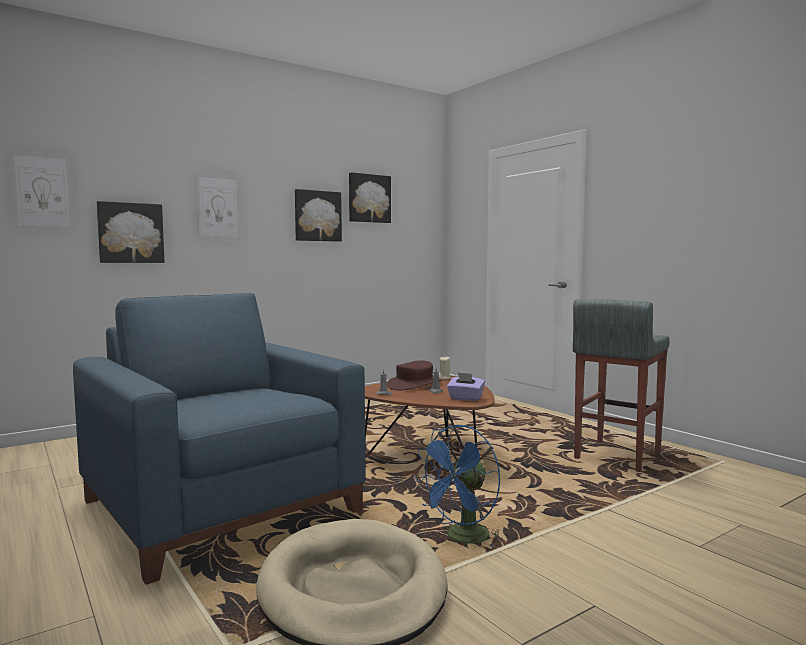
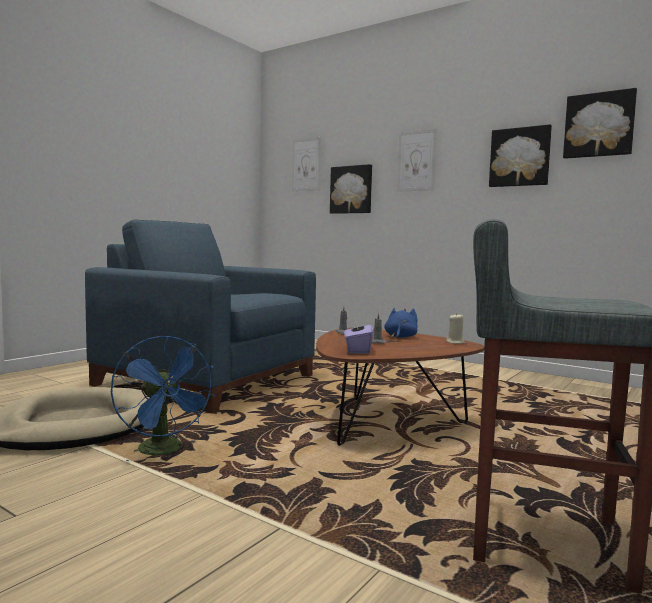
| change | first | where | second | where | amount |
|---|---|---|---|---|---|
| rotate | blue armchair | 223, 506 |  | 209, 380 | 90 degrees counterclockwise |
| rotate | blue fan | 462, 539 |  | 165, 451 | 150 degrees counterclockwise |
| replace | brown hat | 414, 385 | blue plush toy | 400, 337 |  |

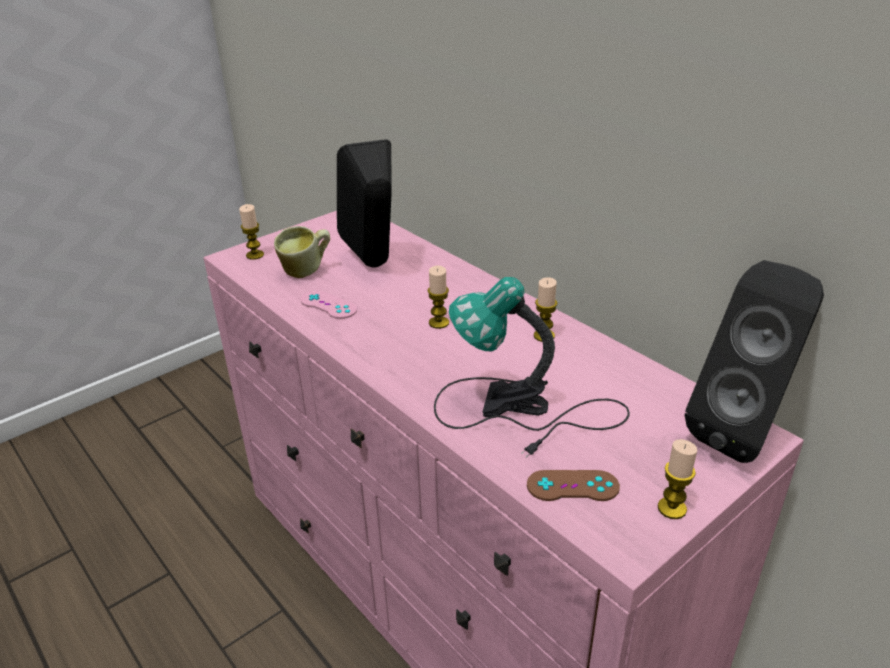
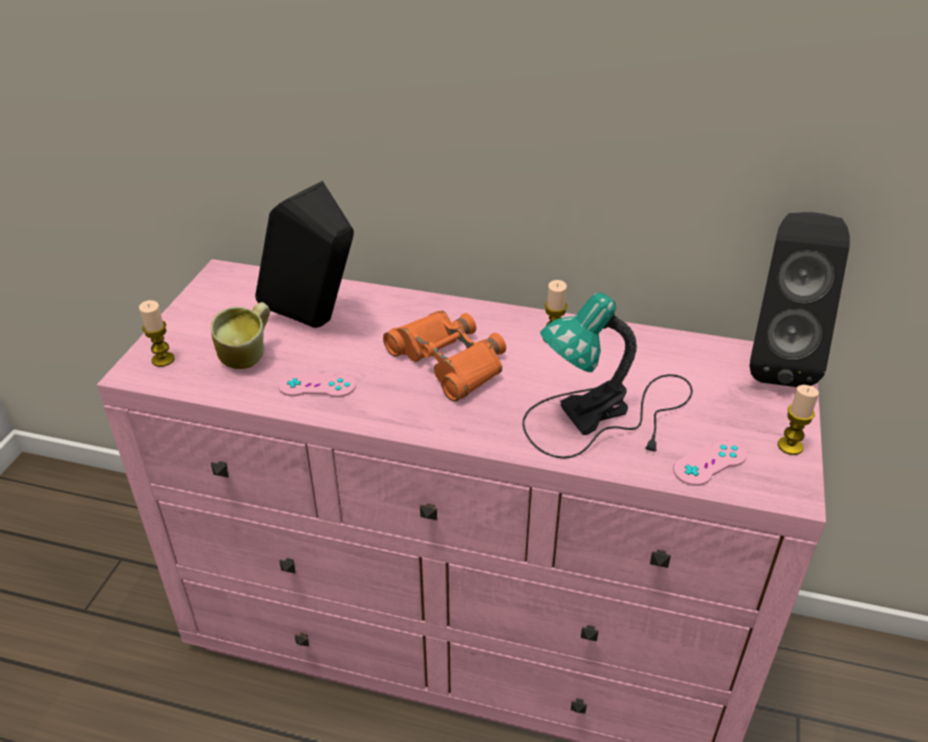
| change | first | where | second | where | amount |
|---|---|---|---|---|---|
| replace | candle | 439, 323 | orange binoculars | 448, 362 |  |
| recolor | brown game controller | 572, 486 | pink game controller | 710, 462 |  |

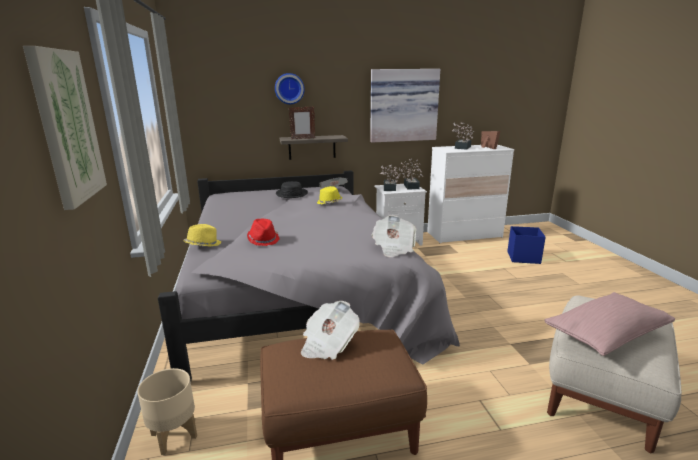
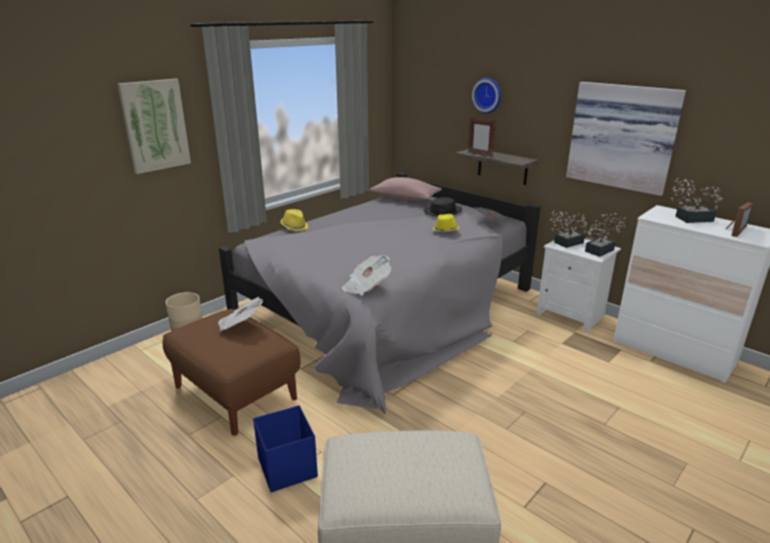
| change | first | where | second | where | amount |
|---|---|---|---|---|---|
| move | blue storage box | 523, 257 |  | 287, 467 |  |
| move | pink pillow | 606, 335 |  | 405, 198 |  |
| delete | red hat | 263, 240 |  |  |  |

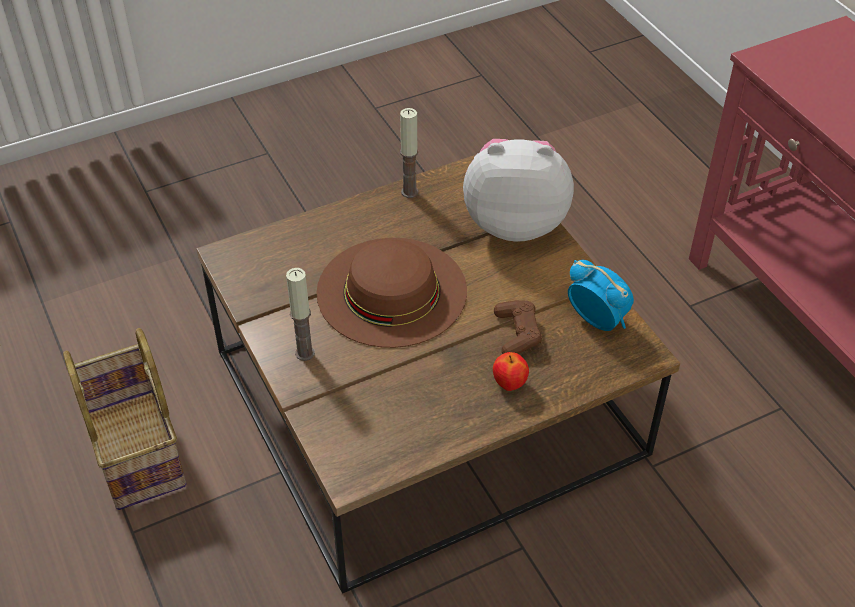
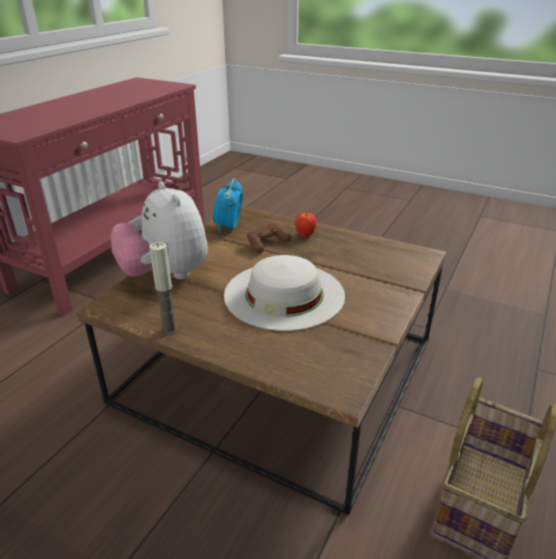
| change | first | where | second | where | amount |
|---|---|---|---|---|---|
| recolor | brown hat | 391, 291 | white hat | 284, 294 |  |
| delete | candle | 305, 353 |  |  |  |

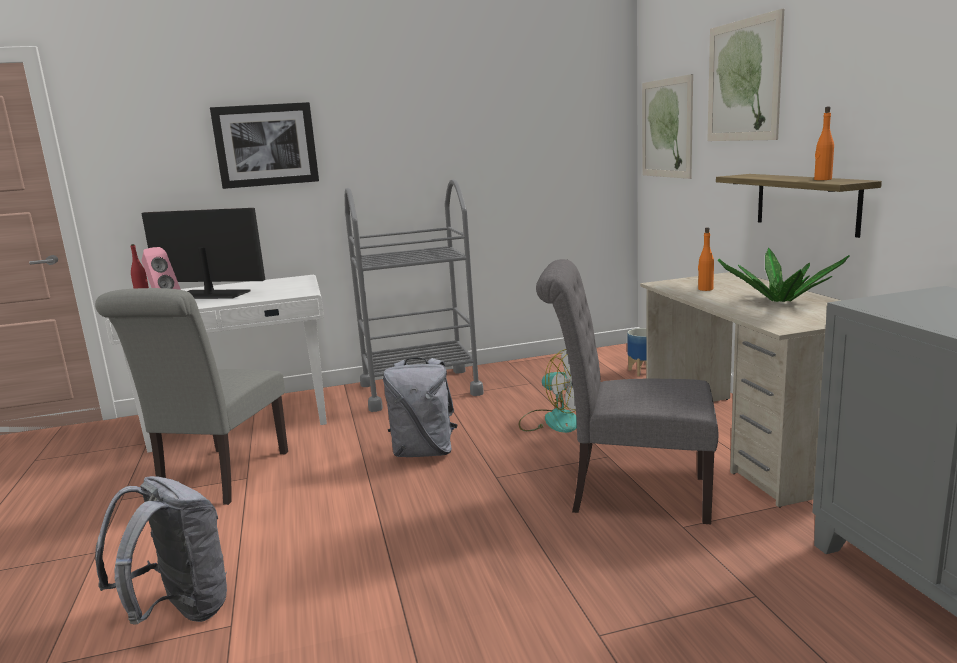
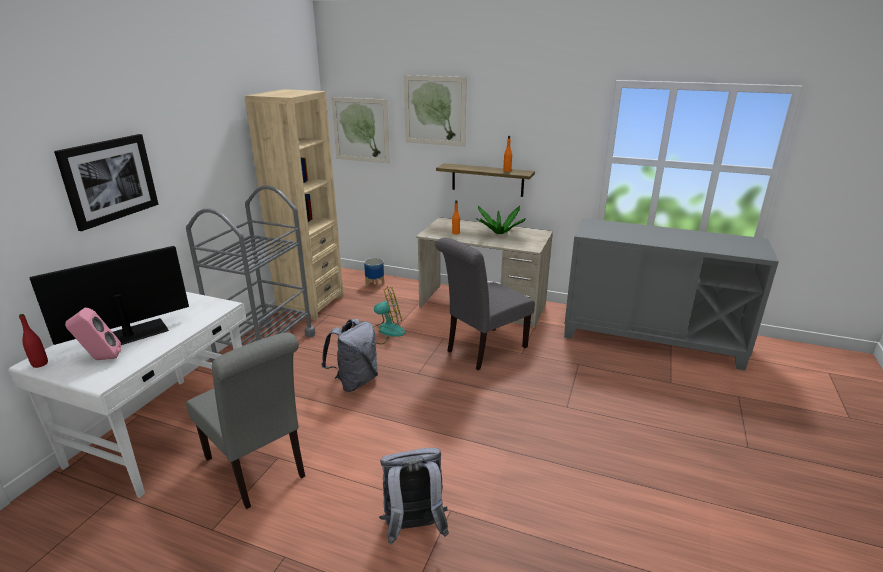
| change | first | where | second | where | amount |
|---|---|---|---|---|---|
| insert |  |  | beige bookcase | 310, 304 |  |

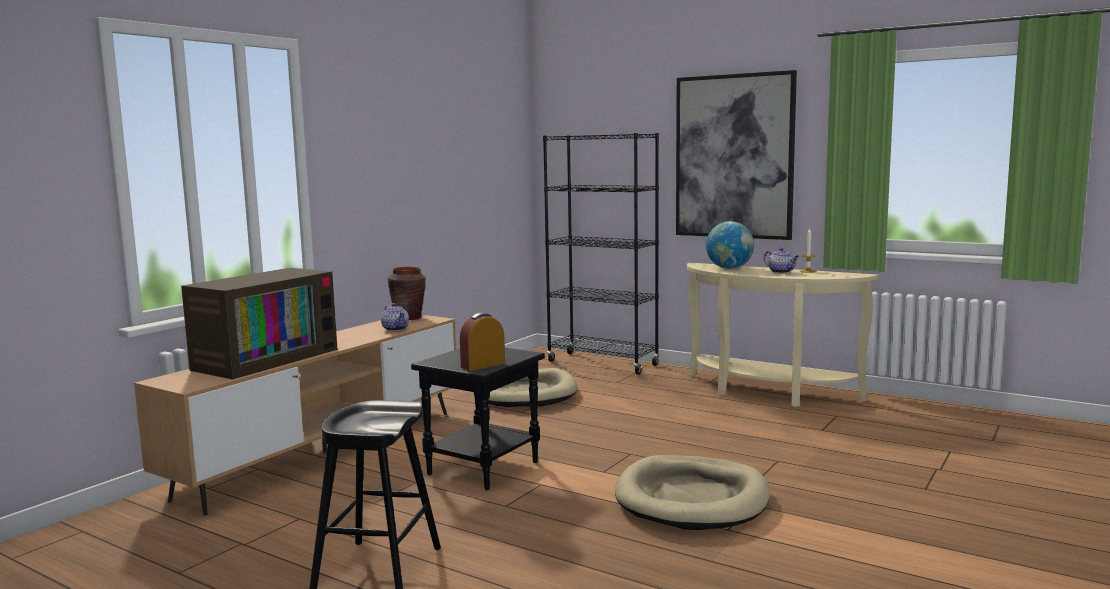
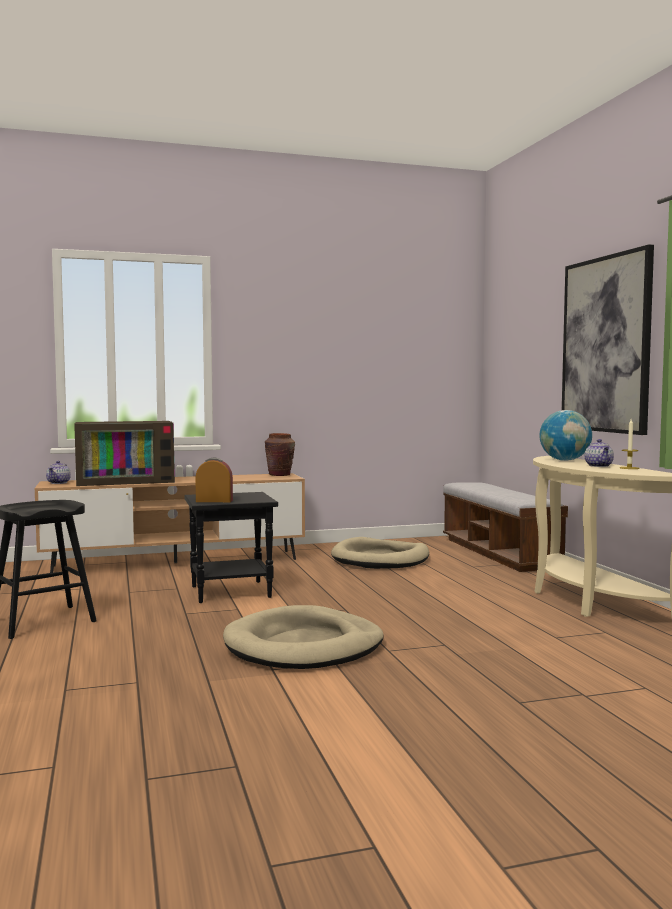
| change | first | where | second | where | amount |
|---|---|---|---|---|---|
| move | teapot | 395, 329 |  | 59, 483 |  |
| replace | black bookcase | 603, 363 | bench | 498, 553 |  |

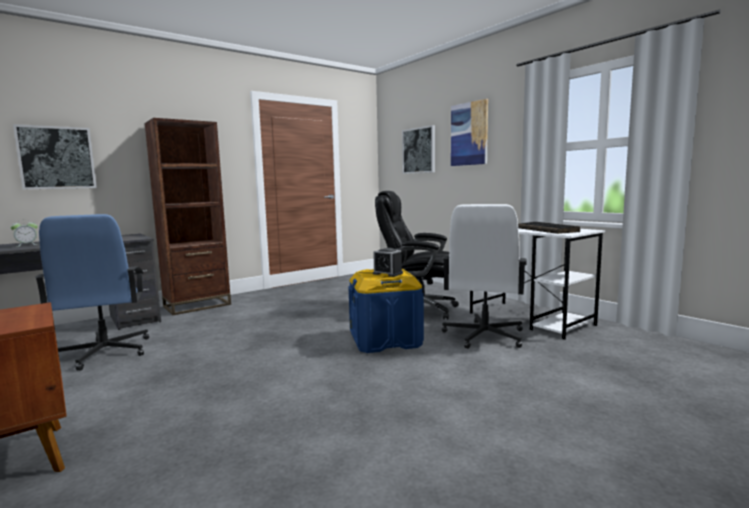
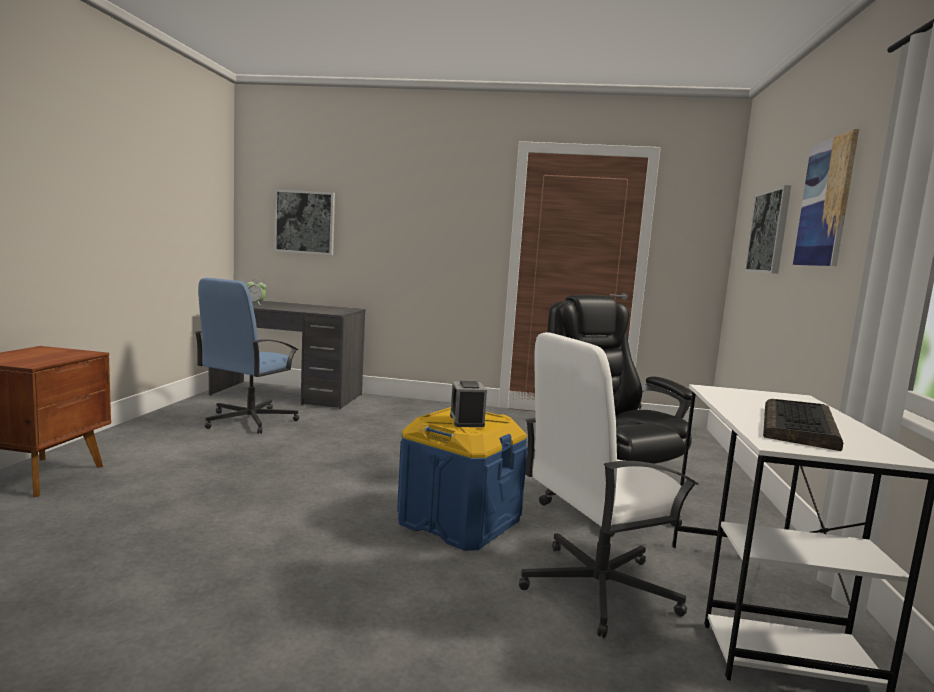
| change | first | where | second | where | amount |
|---|---|---|---|---|---|
| delete | brown bookcase | 197, 305 |  |  |  |

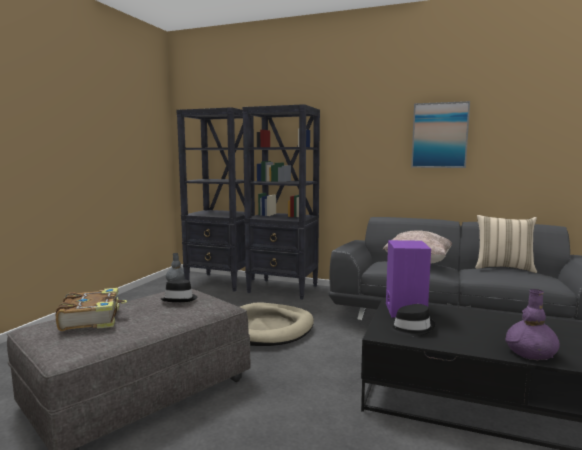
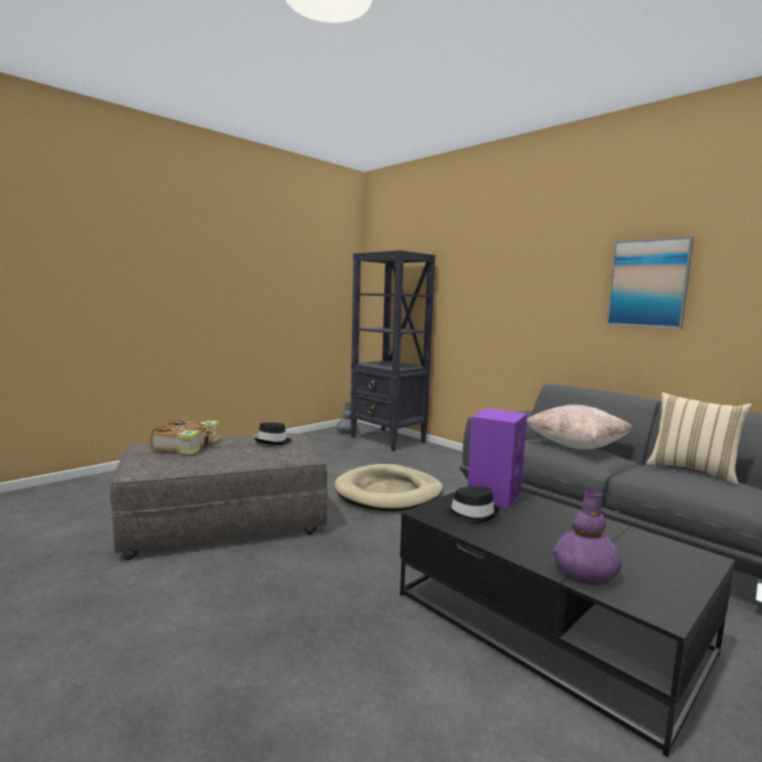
| change | first | where | second | where | amount |
|---|---|---|---|---|---|
| delete | black bookcase | 283, 289 |  |  |  |

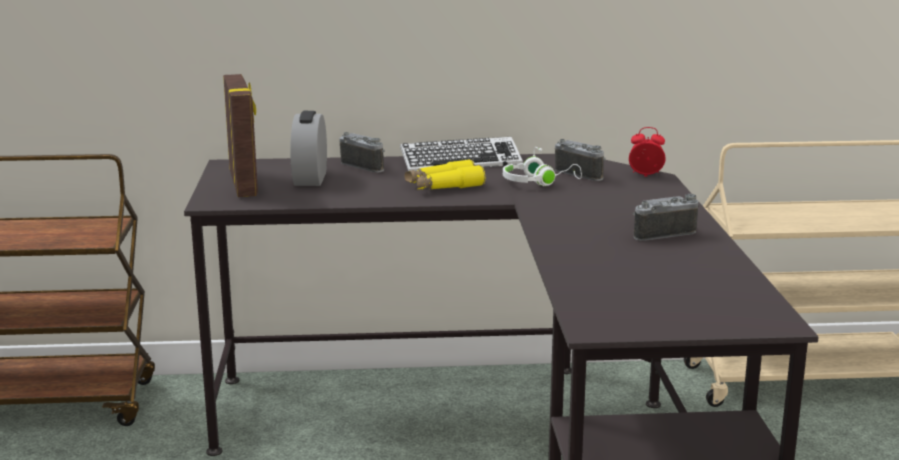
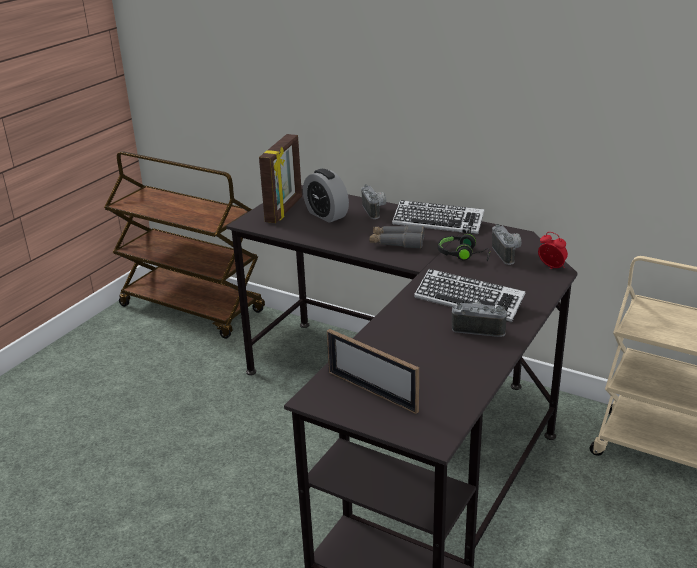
| change | first | where | second | where | amount |
|---|---|---|---|---|---|
| rotate | alarm clock | 310, 179 |  | 326, 215 | 75 degrees counterclockwise |
| insert |  |  | picture frame | 372, 391 |  |
| recolor | yellow binoculars | 444, 186 | grey binoculars | 397, 242 |  |
| insert |  |  | keyboard | 468, 301 |  |
| recolor | white headphones | 538, 182 | black headphones | 464, 255 |  |

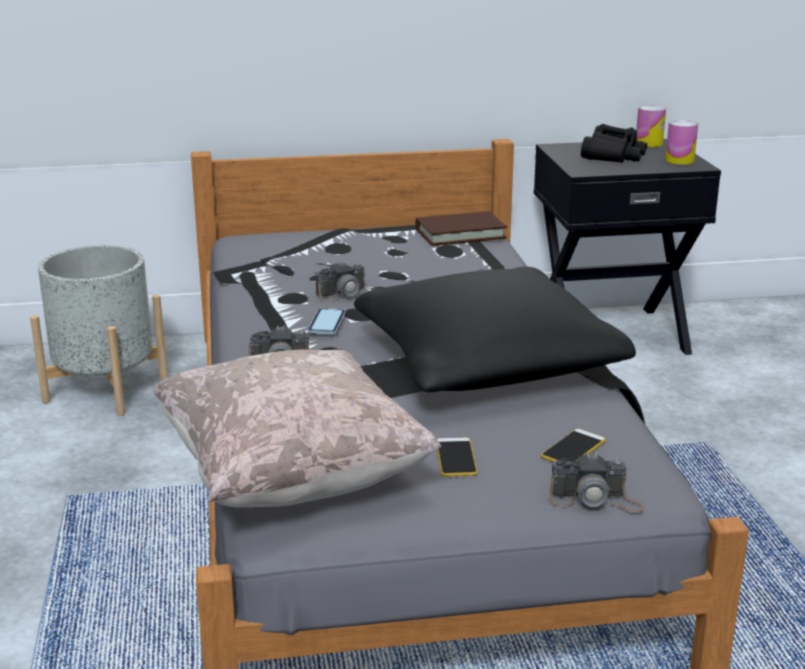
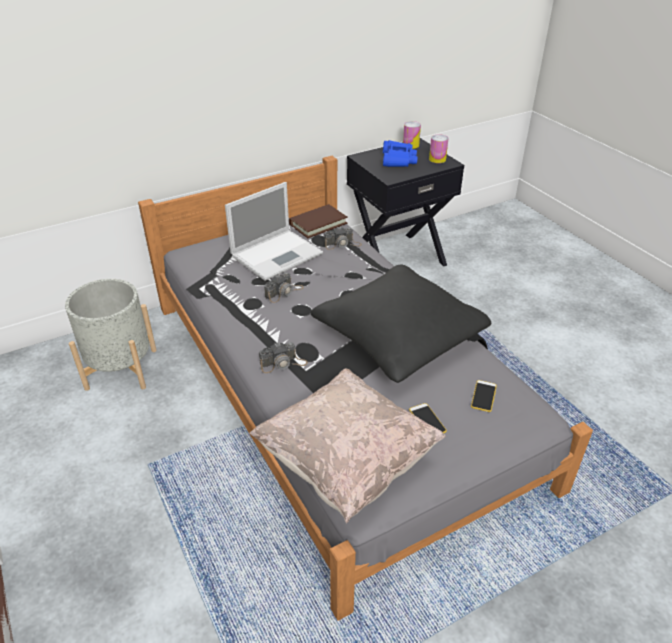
| change | first | where | second | where | amount |
|---|---|---|---|---|---|
| insert |  |  | laptop | 278, 254 |  |
| move | photo camera | 595, 499 |  | 342, 244 |  |
| recolor | black binoculars | 613, 155 | blue binoculars | 398, 160 |  |
| delete | phone | 327, 323 |  |  |  |

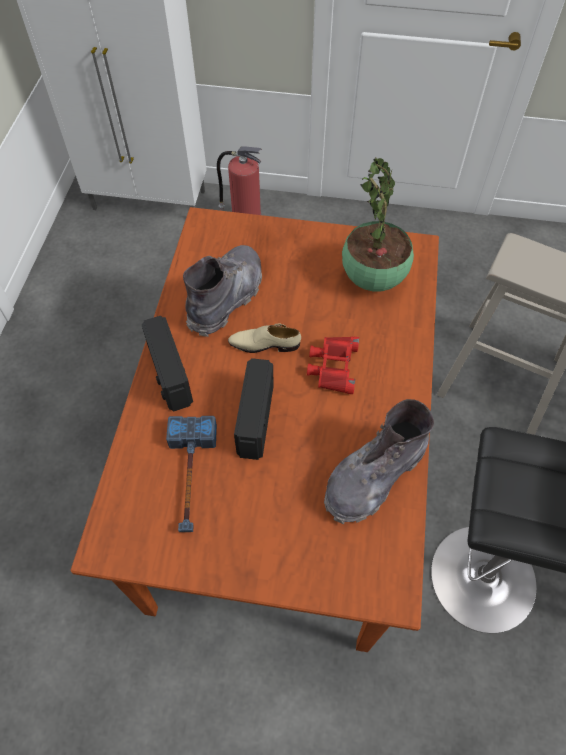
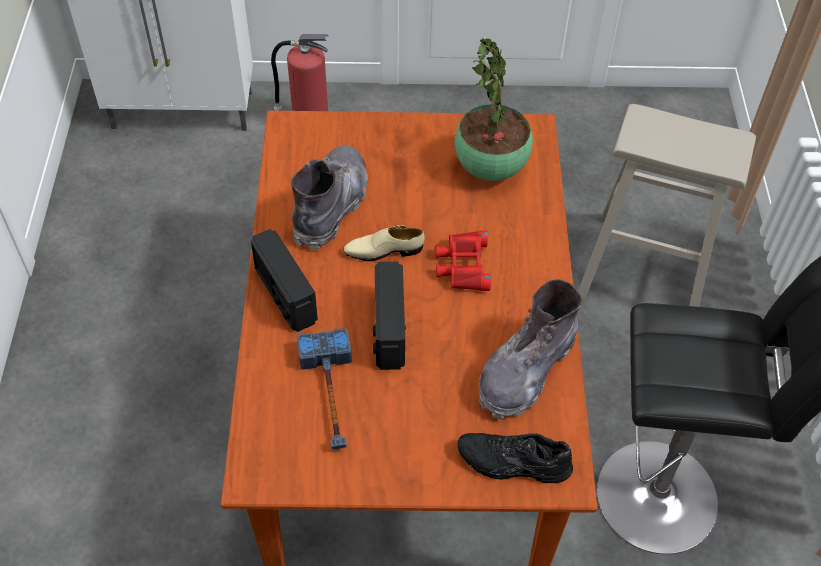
| change | first | where | second | where | amount |
|---|---|---|---|---|---|
| insert |  |  | black shoe | 513, 464 |  |

